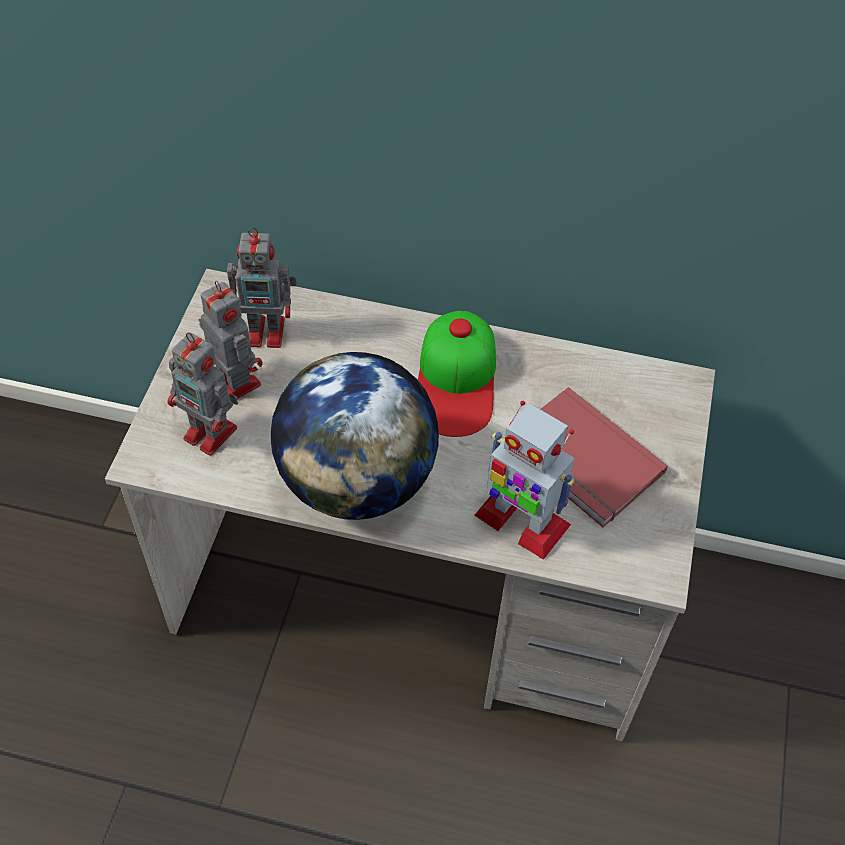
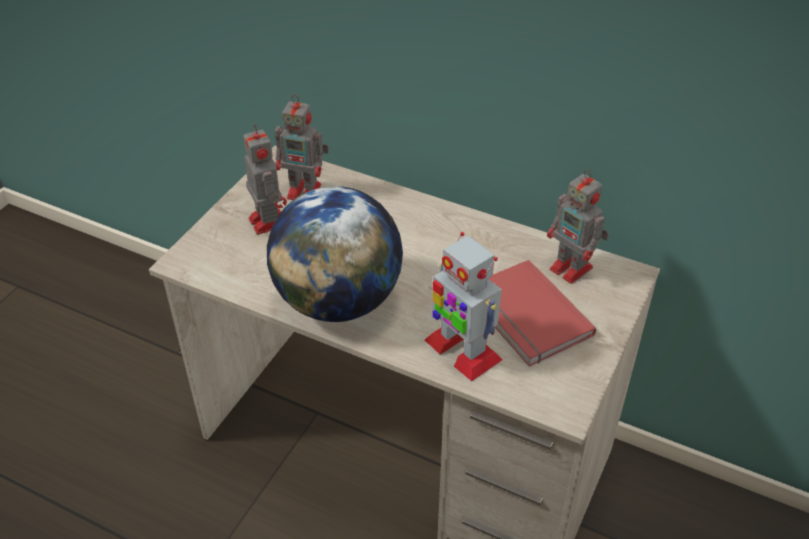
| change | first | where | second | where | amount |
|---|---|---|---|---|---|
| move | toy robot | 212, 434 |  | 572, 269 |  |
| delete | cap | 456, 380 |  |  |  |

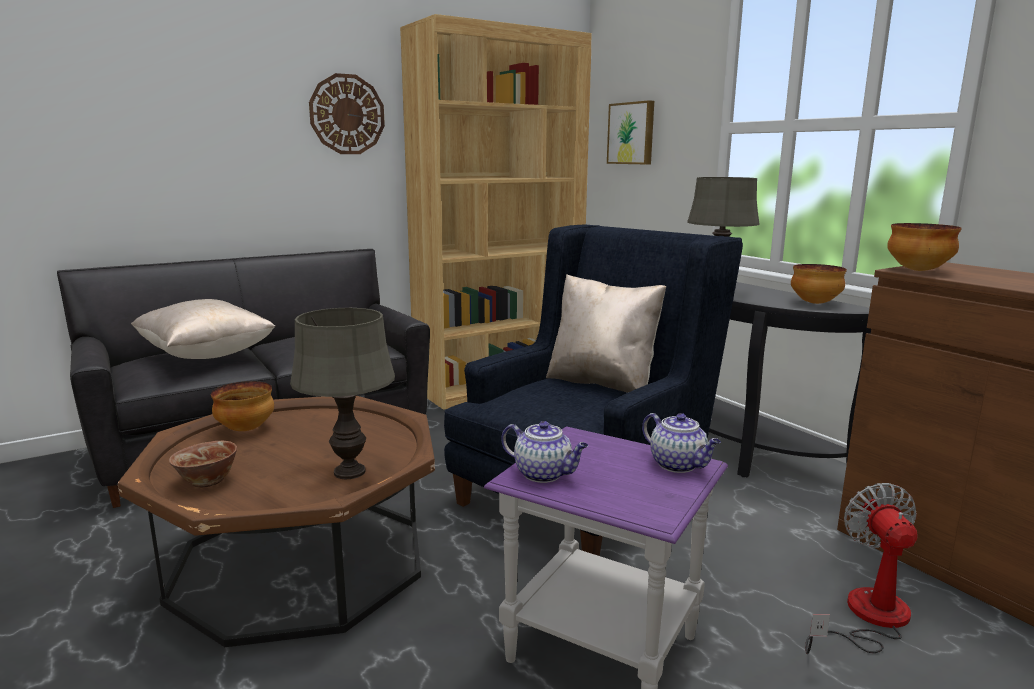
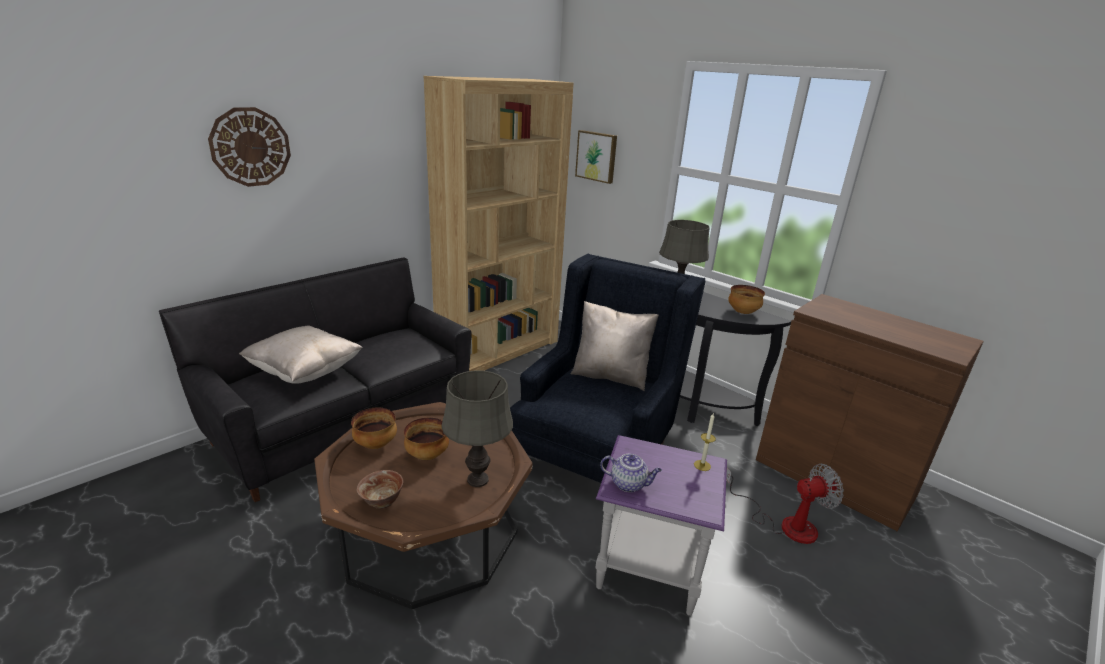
| change | first | where | second | where | amount |
|---|---|---|---|---|---|
| move | wall clock | 347, 114 |  | 250, 147 |  |
| move | bowl | 918, 270 |  | 427, 455 |  |
| replace | teapot | 679, 465 | candle | 702, 465 |  |
| rotate | fan | 867, 618 |  | 785, 524 | 90 degrees clockwise |

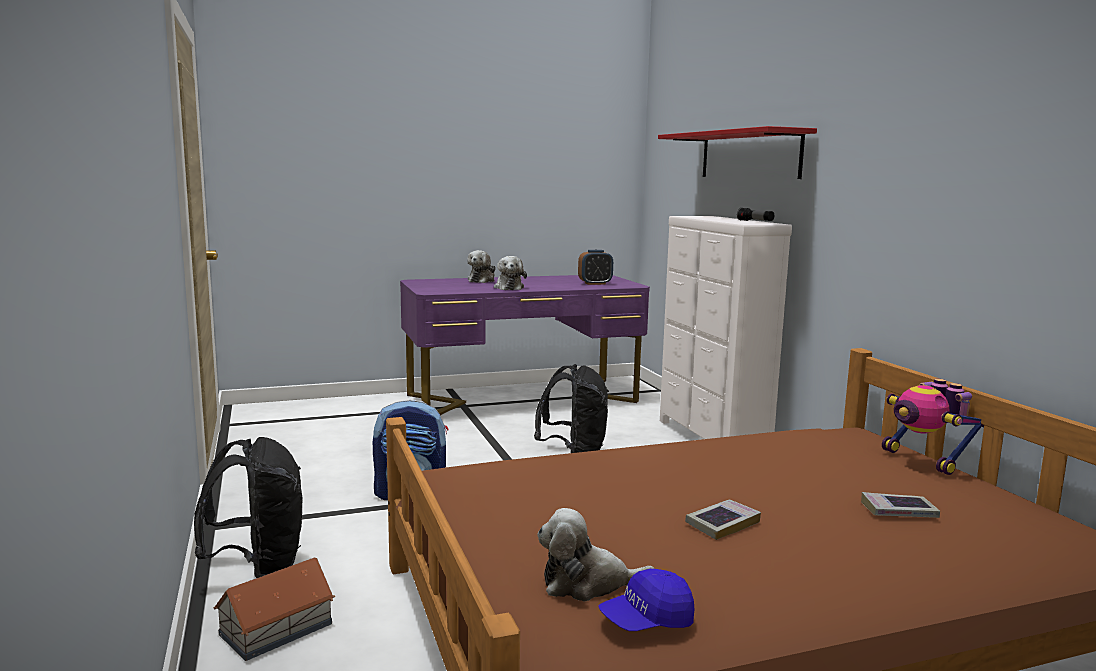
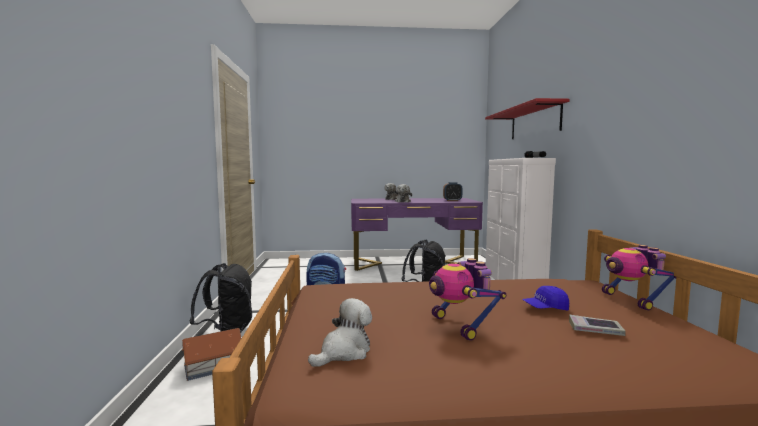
| change | first | where | second | where | amount |
|---|---|---|---|---|---|
| rotate | plush toy | 587, 583 |  | 344, 352 | 120 degrees clockwise |
| replace | book | 722, 524 | toy robot | 460, 326 |  |
| move | blue cap | 646, 621 |  | 545, 308 |  |

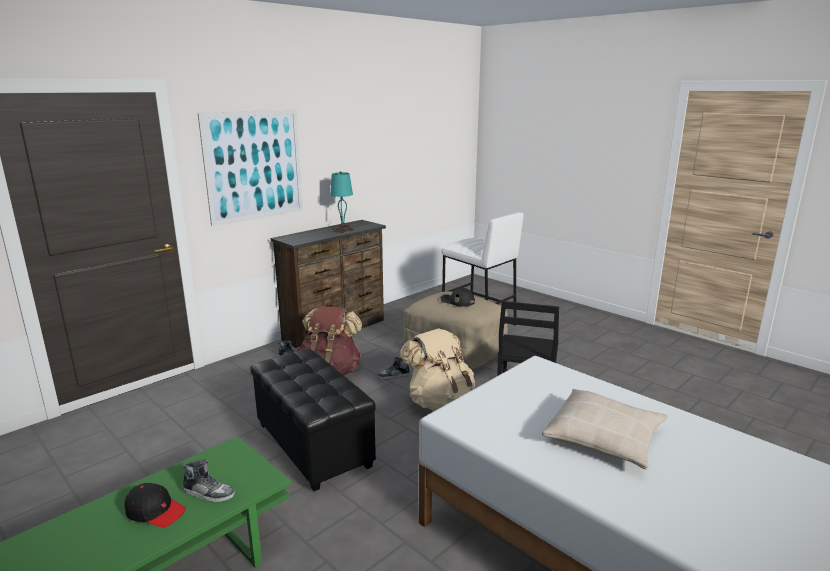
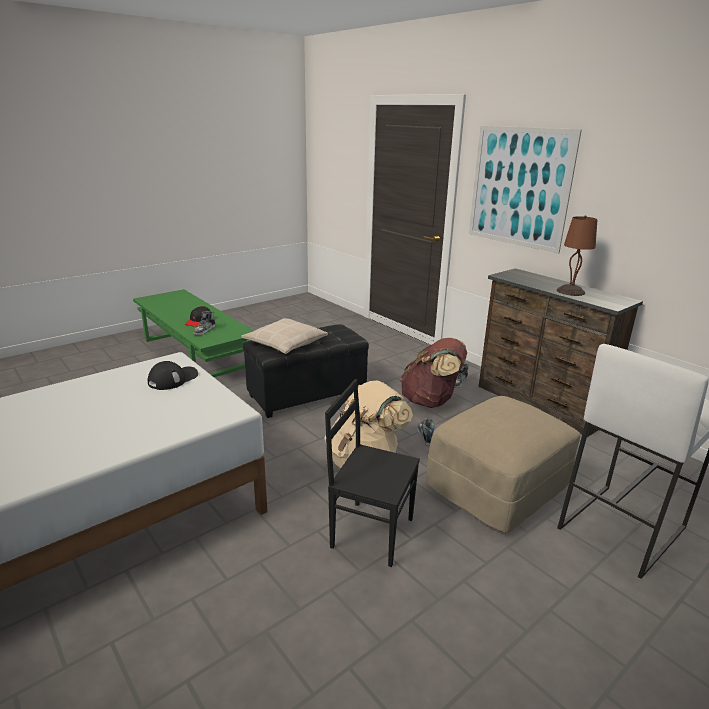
| change | first | where | second | where | amount |
|---|---|---|---|---|---|
| move | black cap | 457, 301 |  | 173, 379 |  |
| move | beige pillow | 604, 438 |  | 285, 344 |  |
| recolor | turquoise table lamp | 342, 230 | brown table lamp | 570, 291 |  |

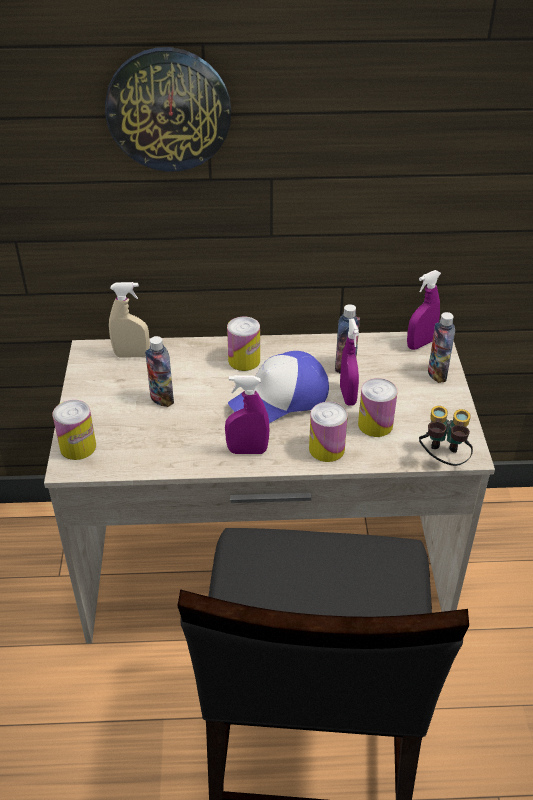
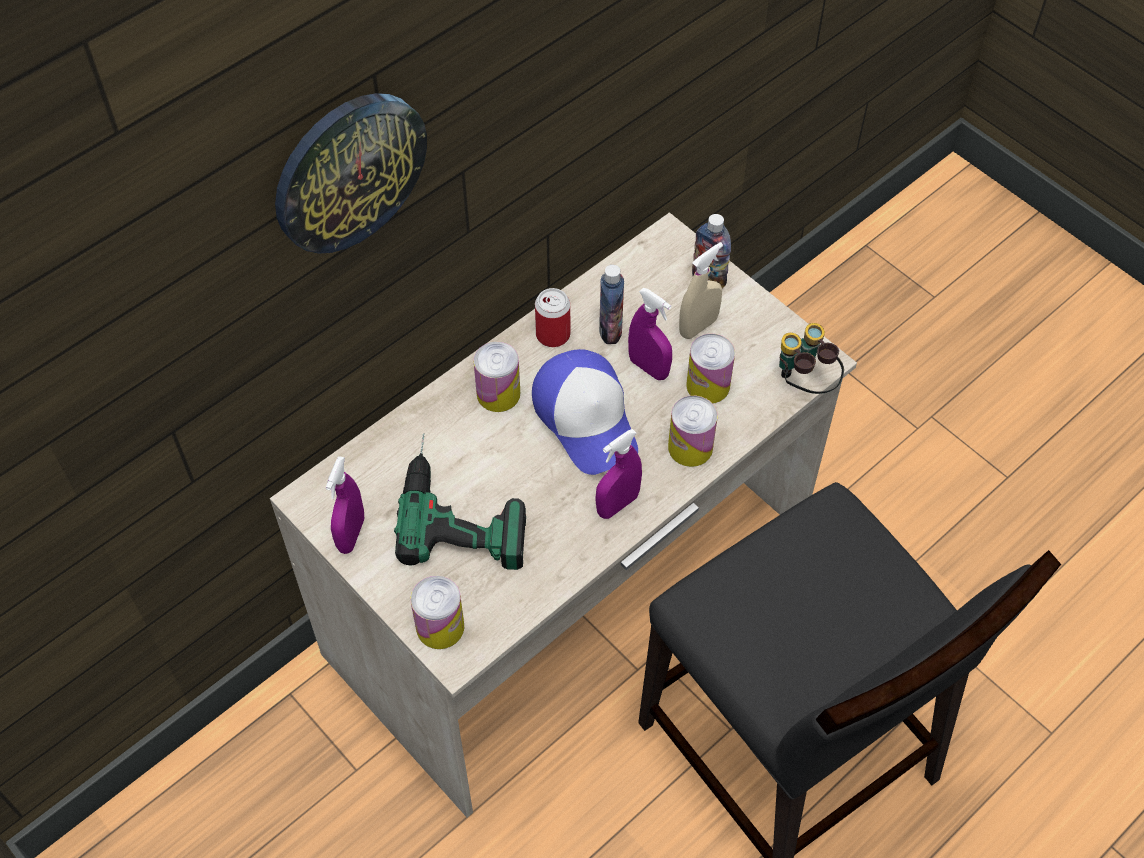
| change | first | where | second | where | amount |
|---|---|---|---|---|---|
| move | purple spray bottle | 420, 344 |  | 351, 534 |  |
| replace | bottle | 162, 399 | power drill | 463, 504 |  |
| rotate | cap | 280, 399 |  | 587, 418 | 45 degrees counterclockwise |
| insert |  |  | can | 553, 334 |  |
| move | beige spray bottle | 132, 355 |  | 698, 327 |  |

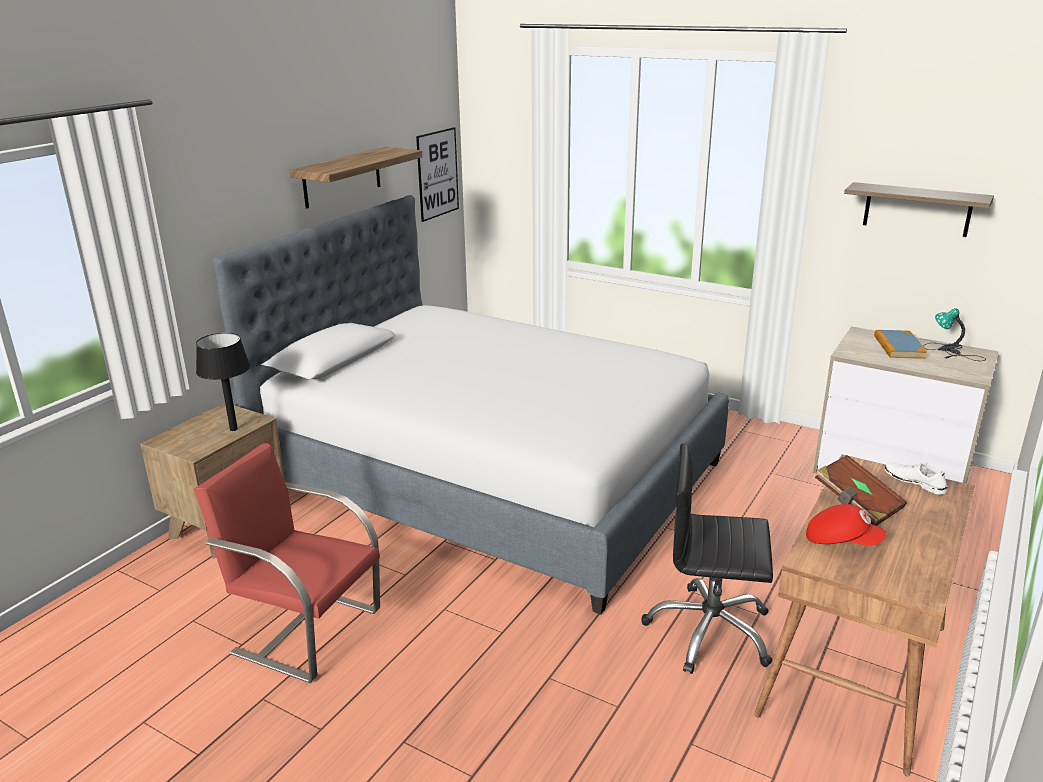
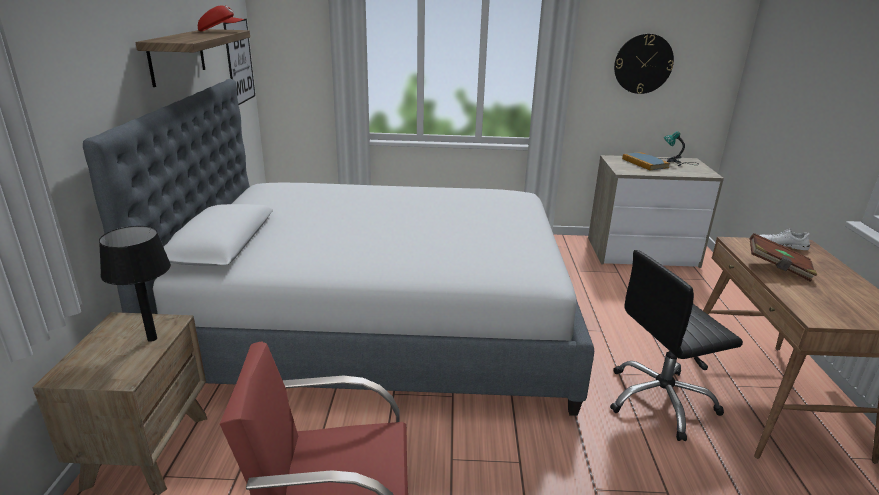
| change | first | where | second | where | amount |
|---|---|---|---|---|---|
| move | red cap | 842, 541 |  | 221, 31 |  |
| replace | shelf | 917, 209 | wall clock | 643, 64 |  |

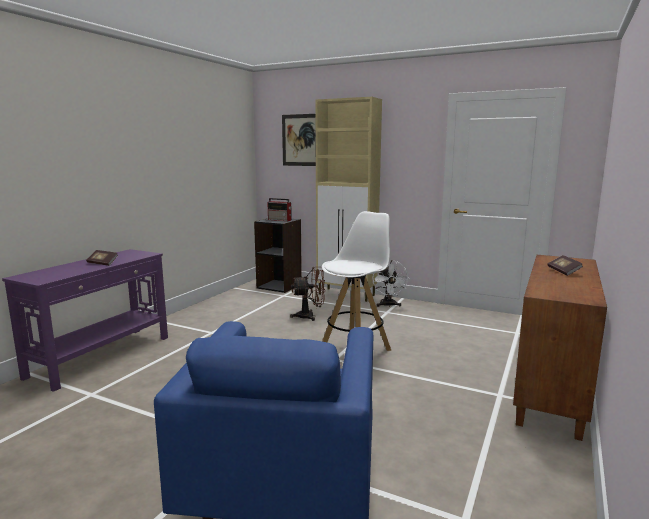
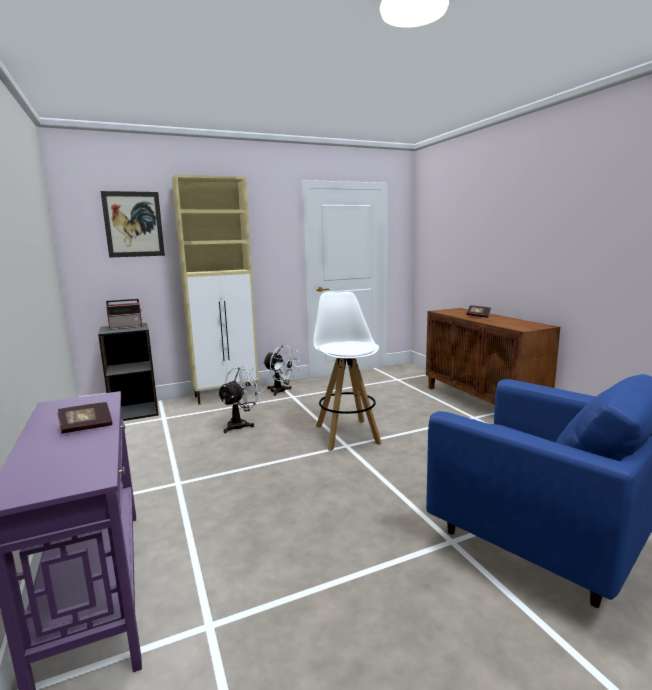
| change | first | where | second | where | amount |
|---|---|---|---|---|---|
| recolor | brown fan | 310, 316 | white fan | 240, 424 |  |

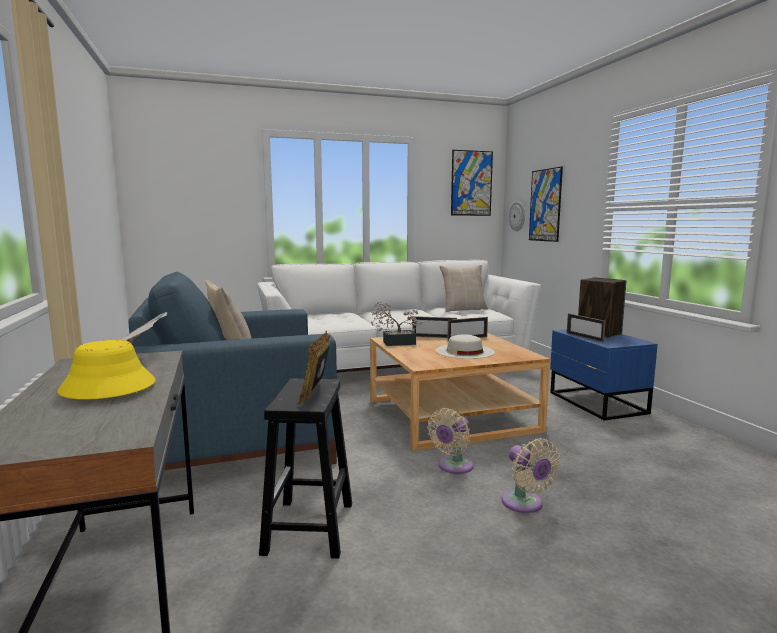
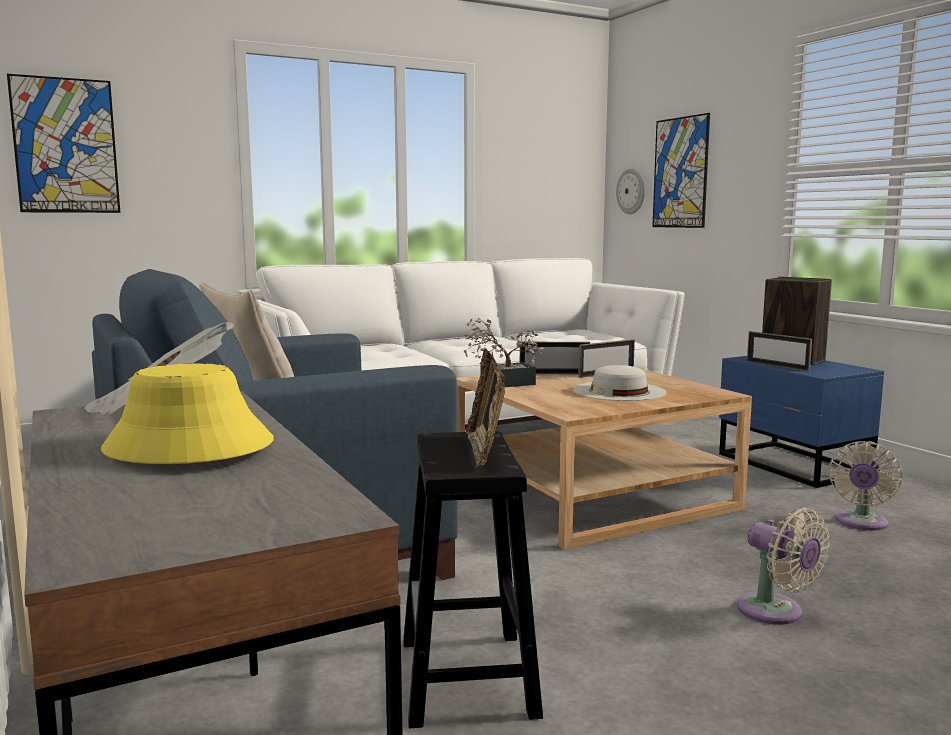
| change | first | where | second | where | amount |
|---|---|---|---|---|---|
| move | picture | 471, 183 |  | 65, 146 |  |
| move | beige fan | 453, 467 |  | 860, 523 |  |
| delete | beige pillow | 463, 309 |  |  |  |

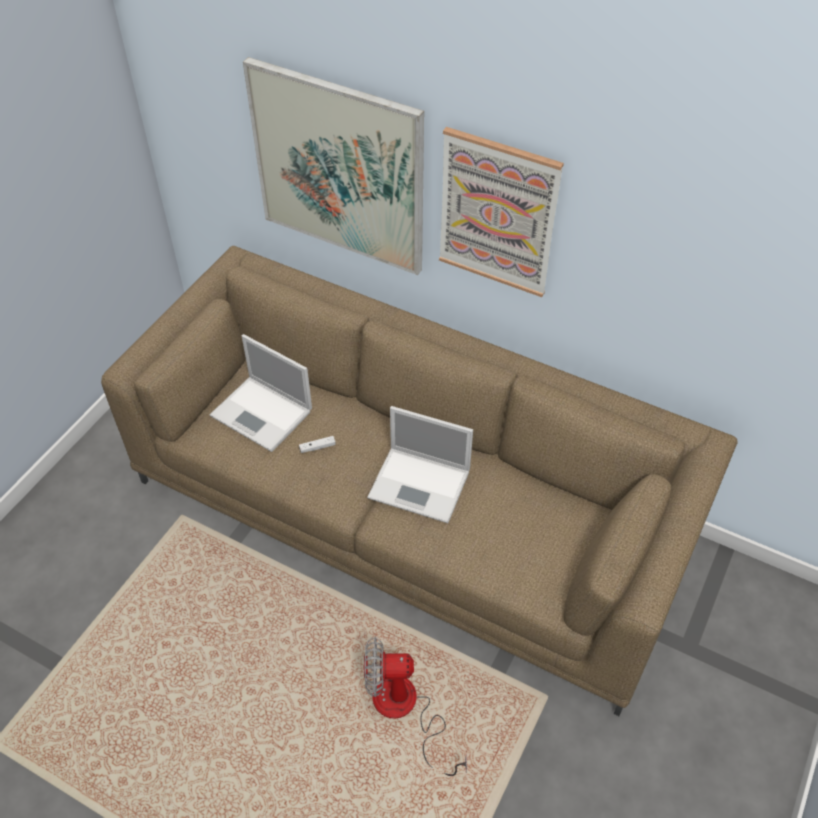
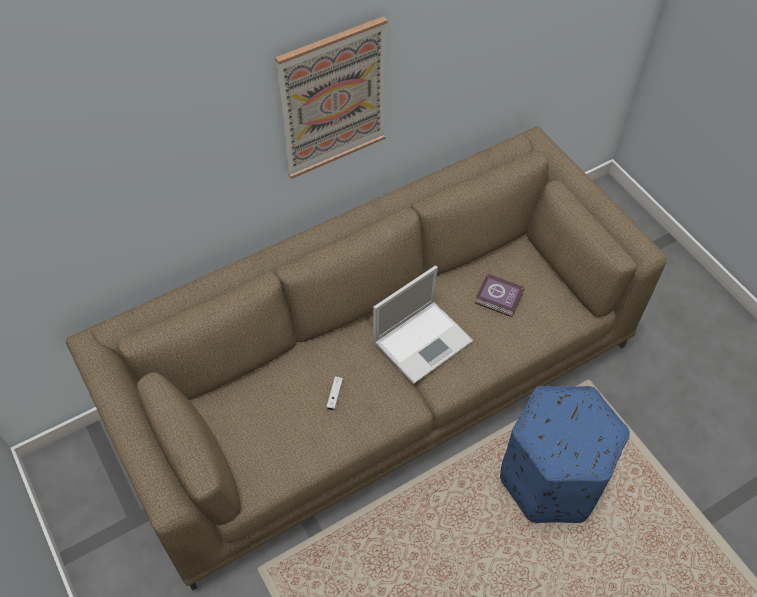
| change | first | where | second | where | amount |
|---|---|---|---|---|---|
| insert |  |  | book | 499, 299 |  |
| replace | fan | 405, 711 | blue ottoman | 552, 479 |  |
| delete | laptop | 263, 414 |  |  |  |
| delete | picture | 339, 168 |  |  |  |

